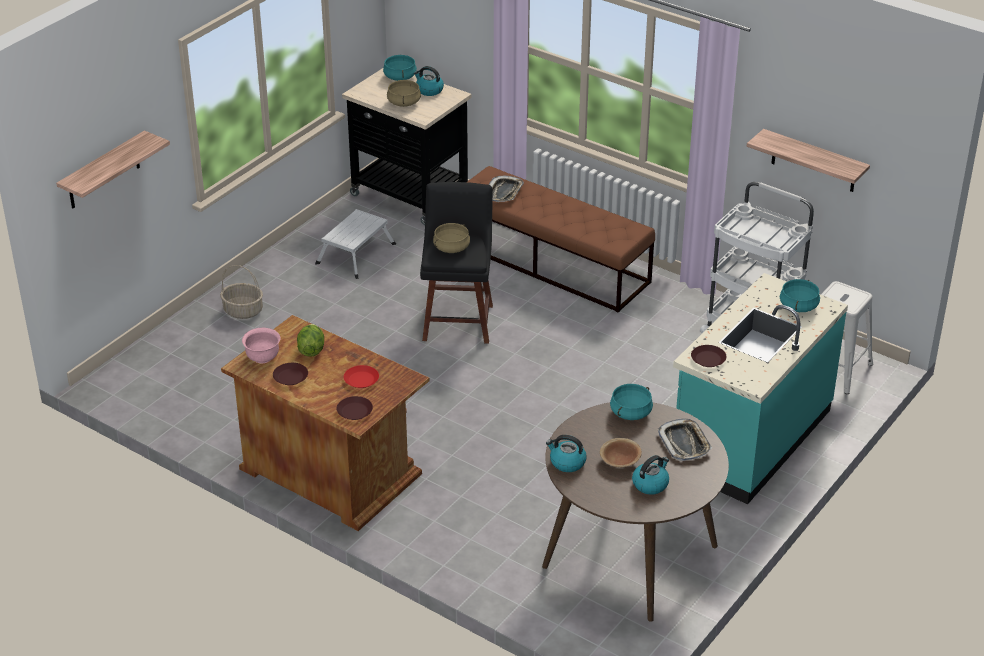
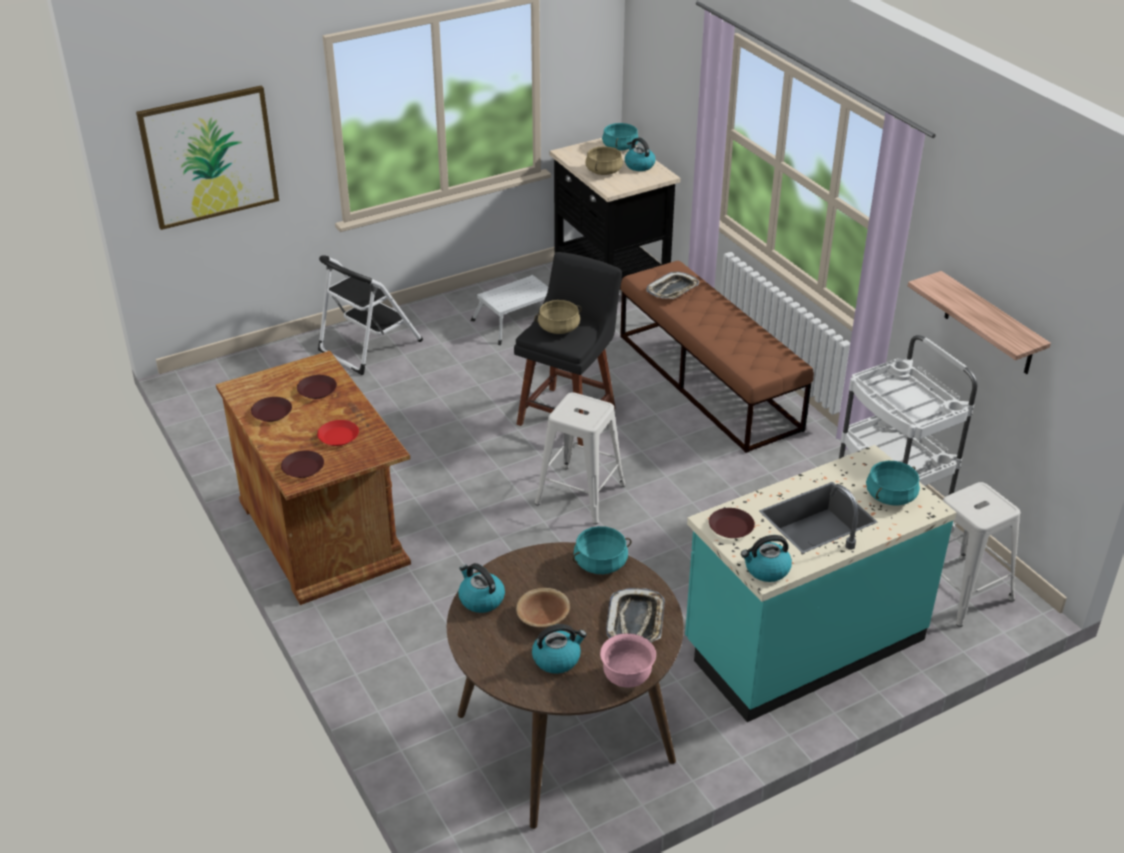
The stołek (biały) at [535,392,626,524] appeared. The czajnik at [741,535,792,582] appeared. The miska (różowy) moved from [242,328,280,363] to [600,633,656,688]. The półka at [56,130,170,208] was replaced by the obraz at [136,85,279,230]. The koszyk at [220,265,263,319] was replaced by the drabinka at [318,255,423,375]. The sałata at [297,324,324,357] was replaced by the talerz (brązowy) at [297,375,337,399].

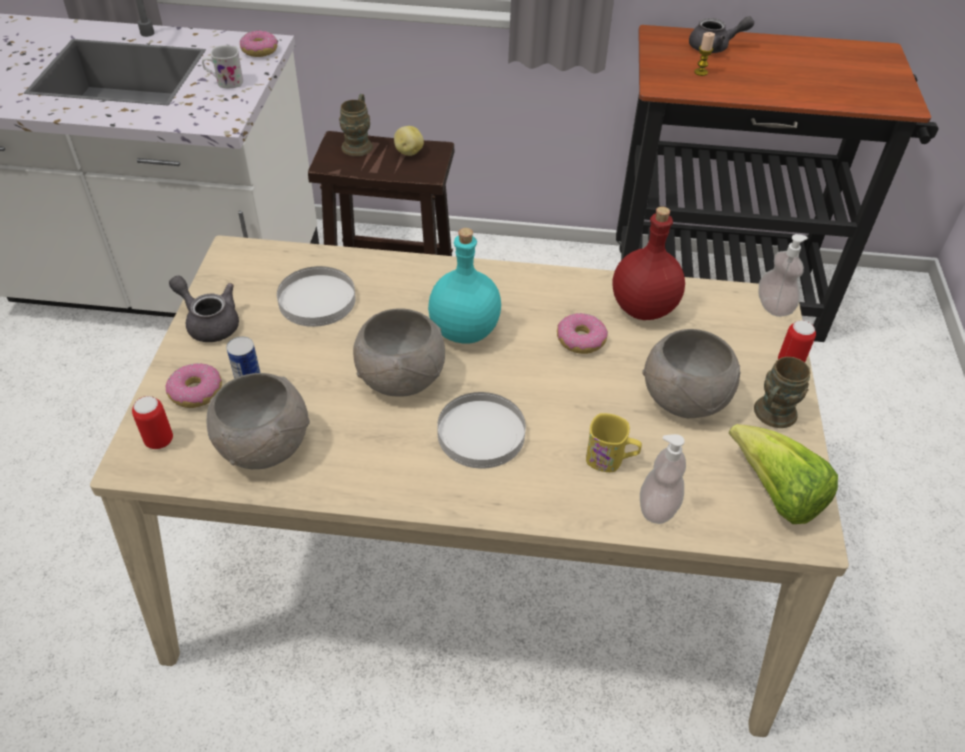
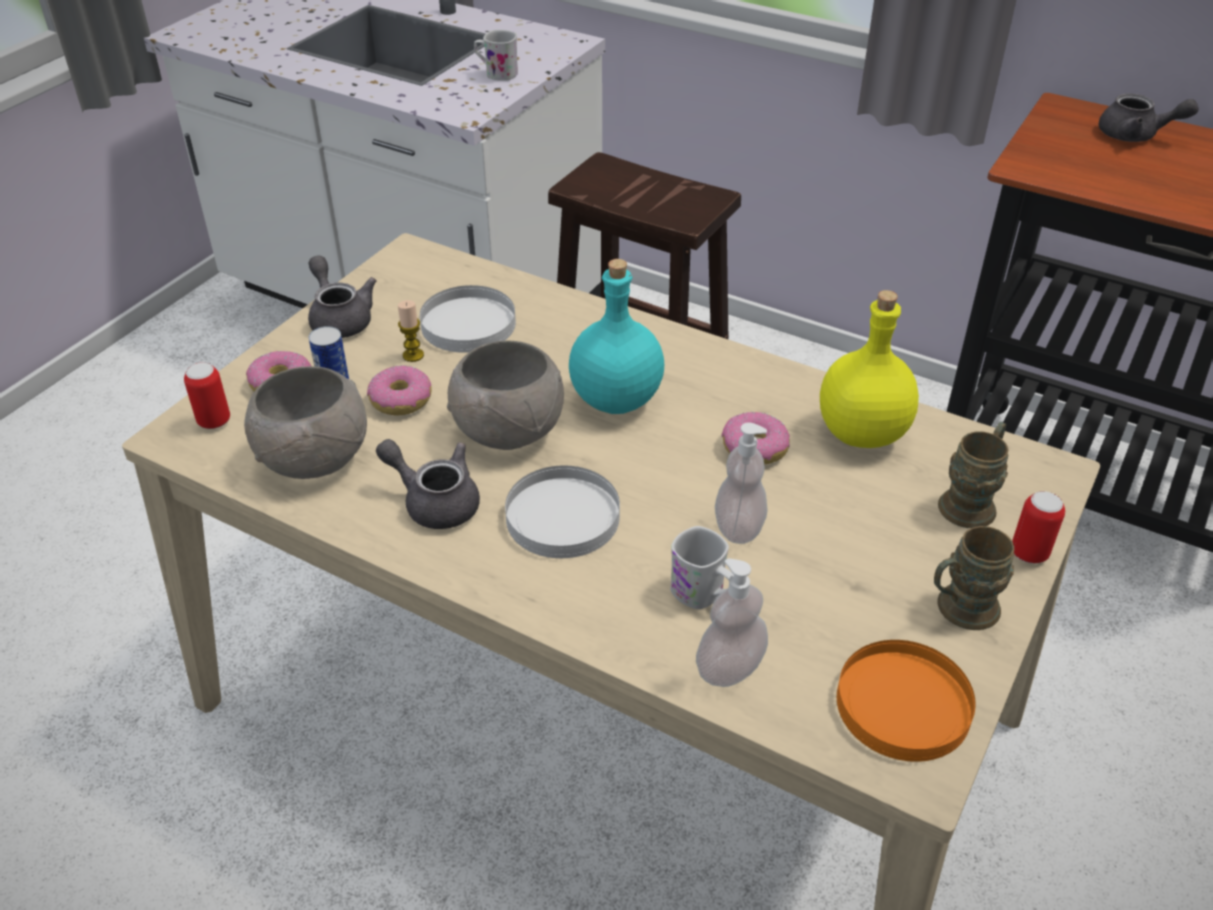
The ziemniak at [394,126,424,156] disappeared. The miska (szary) at [642,329,741,418] disappeared. The imbryk (szary) at [376,439,480,529] appeared. The donut moved from [240,30,278,57] to [367,365,432,415]. The kubek (brązowy) moved from [339,94,373,156] to [938,422,1009,528]. The świeca moved from [694,32,715,76] to [398,300,424,362]. The dozownik mydła moved from [759,234,808,317] to [715,422,768,544]. The sałata at [729,424,838,524] was replaced by the talerz (pomarańczowy) at [837,640,976,762]. The kubek (żółty) at [586,413,642,472] became the kubek (biały) at [670,526,733,609]. The butelka (czerwony) at [612,207,685,320] became the butelka (żółty) at [820,290,919,448].

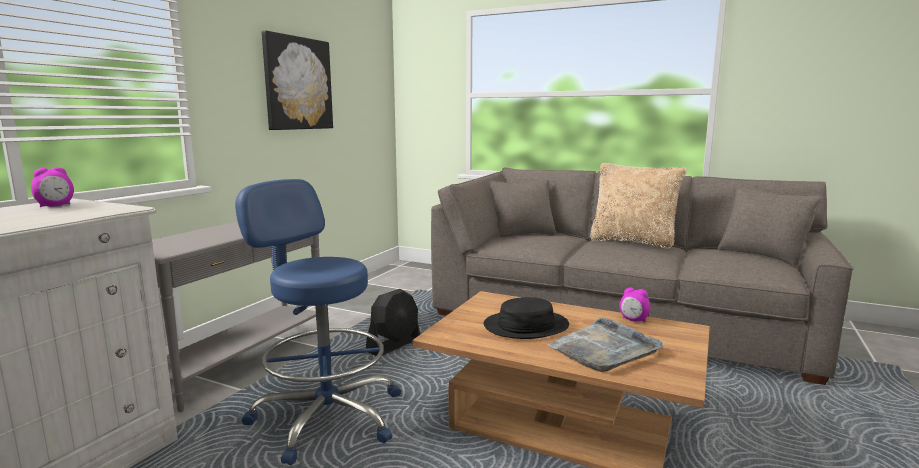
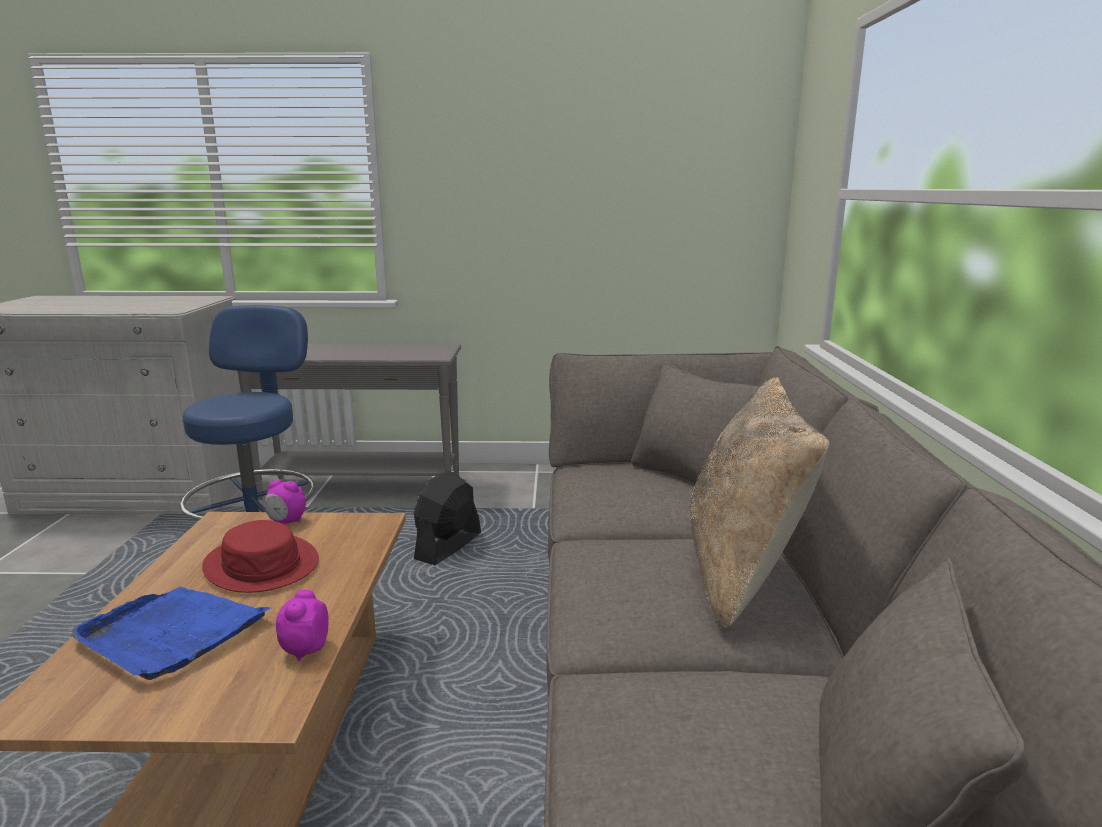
The obraz at [262,31,333,130] disappeared. The budzik moved from [31,167,74,207] to [265,480,306,524]. The kapelusz (czarny) at [484,297,569,339] became the kapelusz (czerwony) at [202,520,319,593]. The taca (szary) at [547,317,663,372] became the taca (niebieski) at [71,587,270,680]. The wentylator (czarny) at [366,289,420,356] turned 105 degrees clockwise.

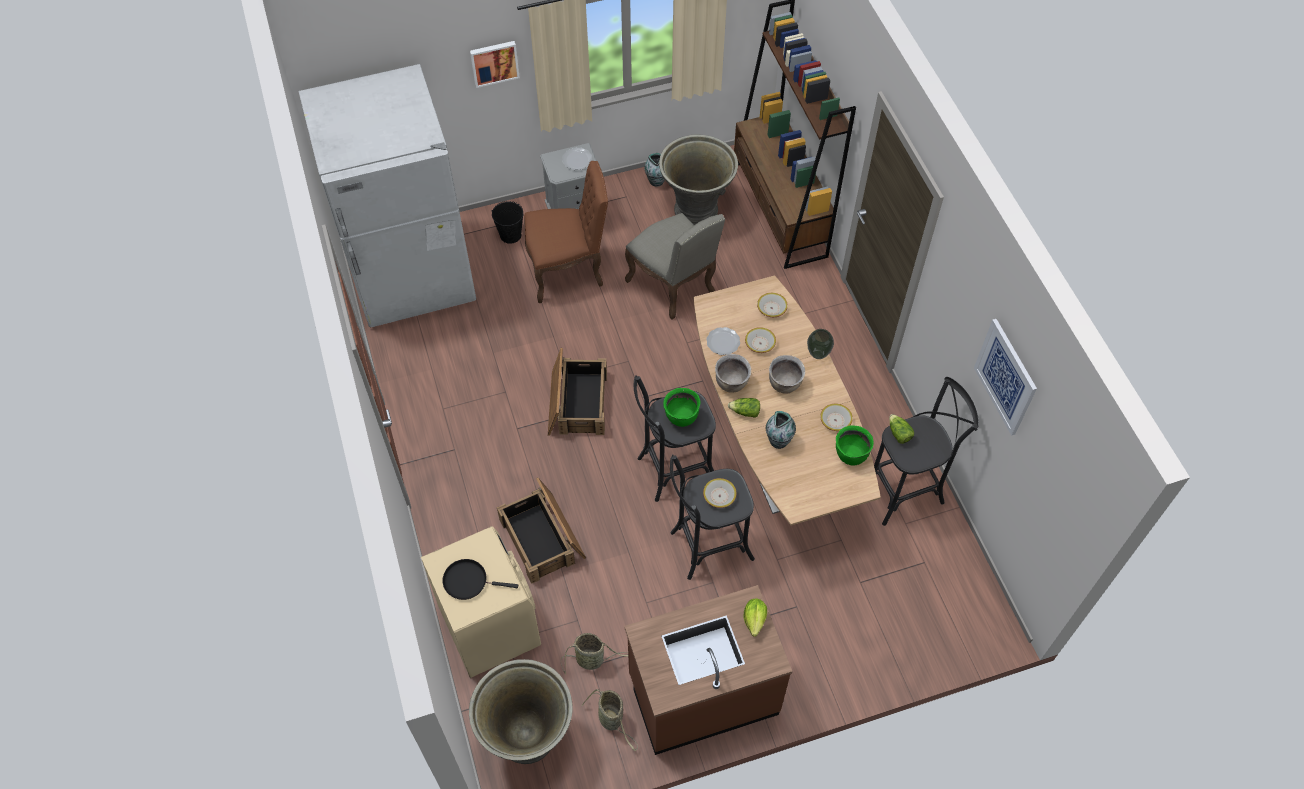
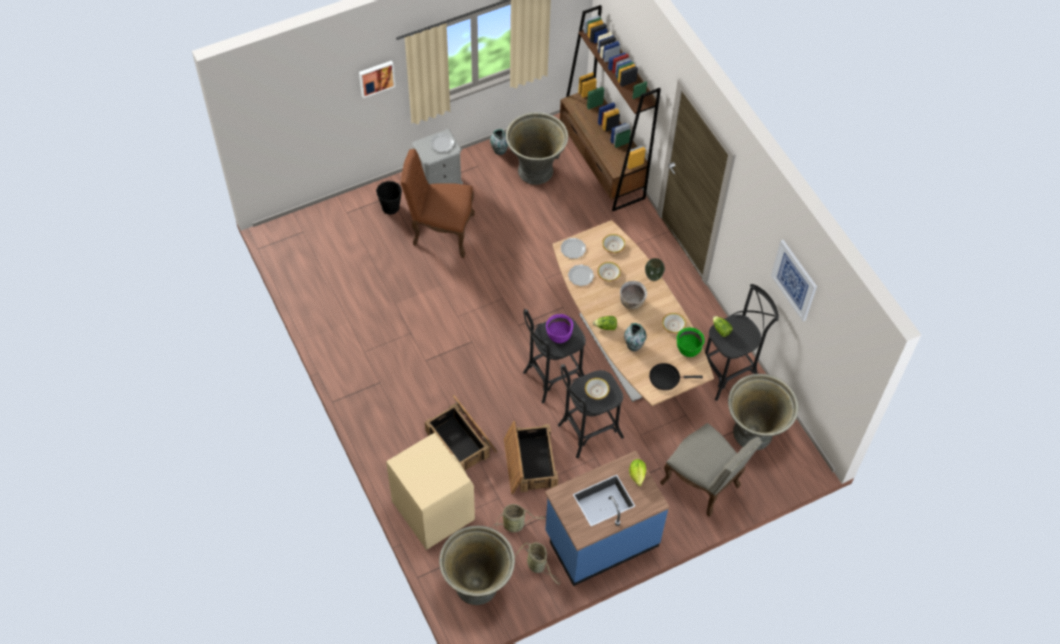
The lodówka (biały) at [298,64,476,327] disappeared. The garnek (brązowy) at [715,354,751,393] disappeared. The talerz at [561,238,586,259] appeared. The donica (szary) at [728,374,799,450] appeared. The patelnia (czarny) moved from [443,559,518,600] to [649,363,703,390]. The skrzynka moved from [548,348,607,436] to [504,421,558,494]. The krzesło (szary) moved from [625,213,725,320] to [660,423,762,517]. The zabudowa kuchenna (brązowy) at [624,585,792,755] became the zabudowa kuchenna (niebieski) at [545,451,670,586]. The garnek (zielony) at [663,388,701,427] became the garnek (fioletowy) at [546,314,573,343]. The krzesło (brązowy) at [524,161,608,303] turned 150 degrees counterclockwise.

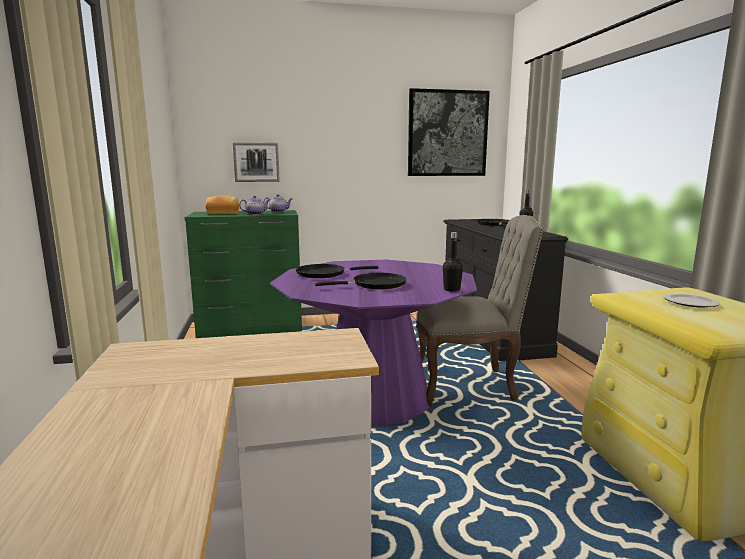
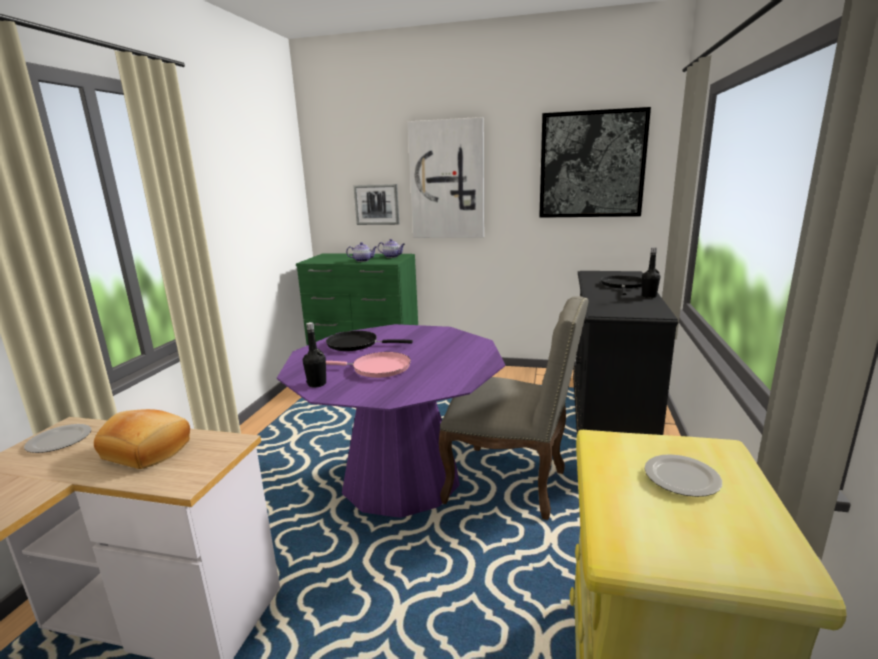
The talerz at [24,424,91,453] appeared. The obraz at [407,117,484,238] appeared. The chleb moved from [206,195,239,214] to [94,409,190,469]. The butelka (czarny) moved from [443,232,463,292] to [303,322,326,388]. The patelnia (czarny) at [315,273,407,289] became the patelnia (różowy) at [326,352,411,378].

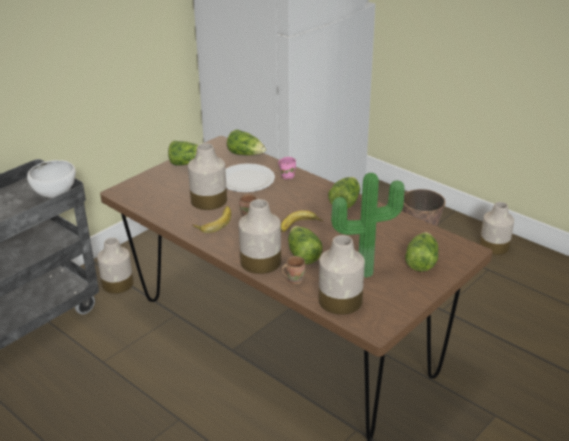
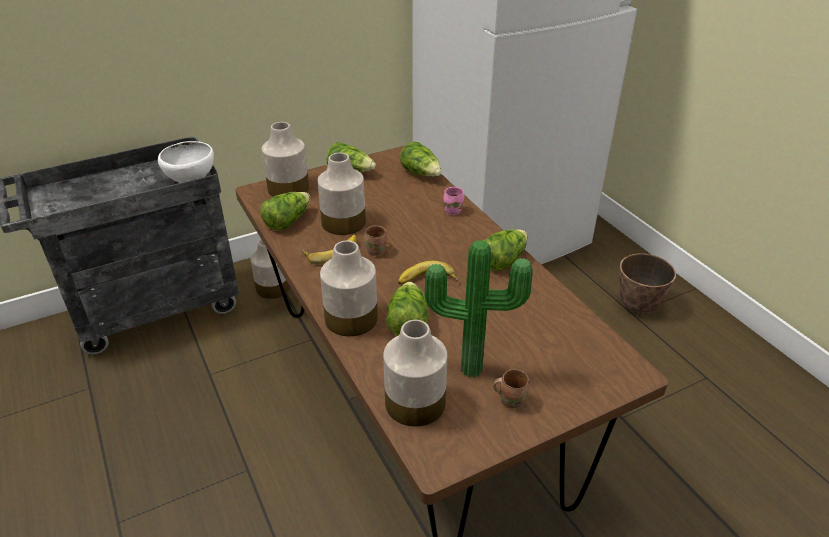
The talerz (biały) at [225,163,275,192] disappeared. The kubek (brązowy) moved from [281,256,306,284] to [493,369,529,409]. The sałata moved from [405,232,439,272] to [260,192,310,230]. The wazon (beżowy) moved from [480,202,514,255] to [262,122,309,197].

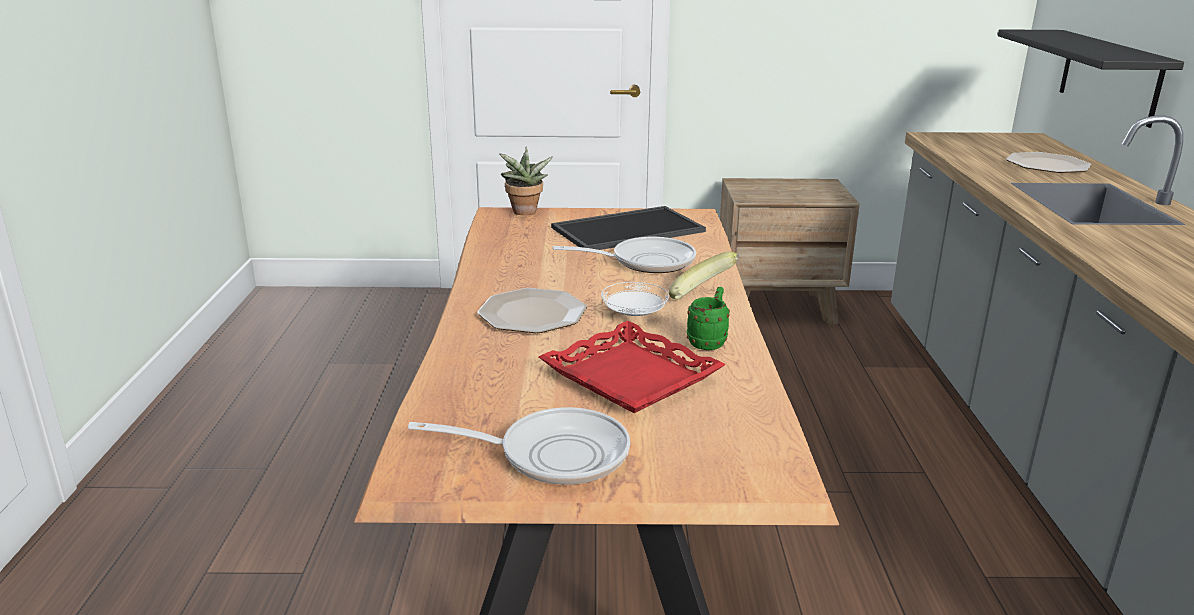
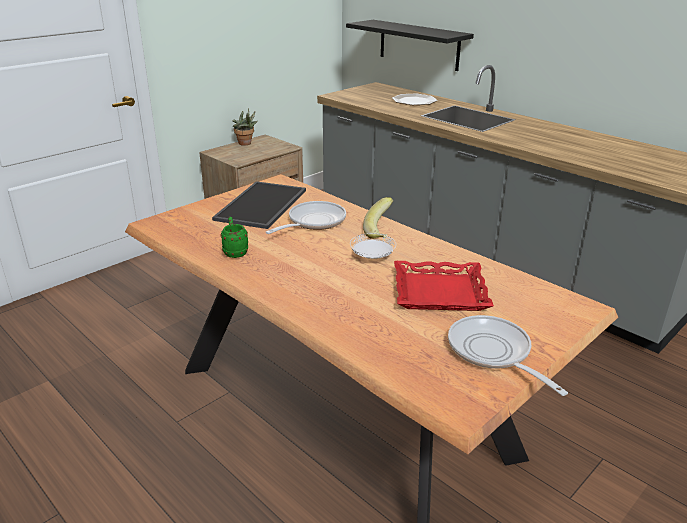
The talerz at [477,288,587,333] disappeared. The roślina doniczkowa moved from [499,146,553,215] to [232,108,258,146]. The kubek (zielony) moved from [686,287,730,350] to [220,217,248,258]. The patelnia at [408,407,630,485] turned 75 degrees counterclockwise.

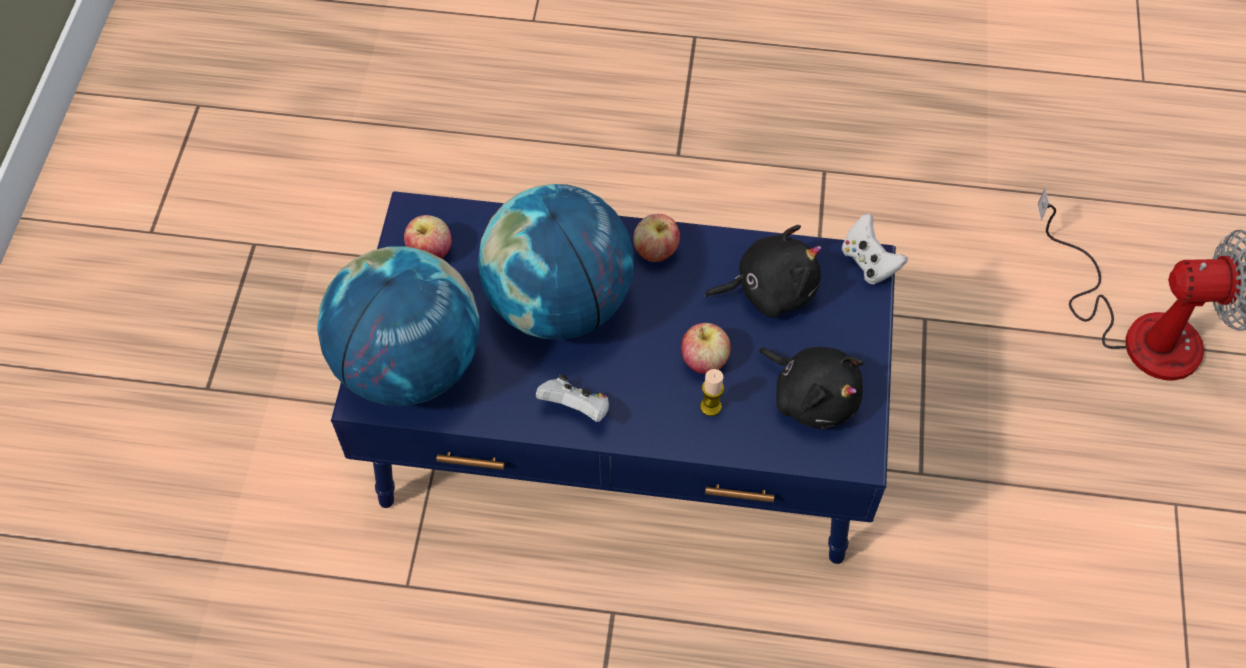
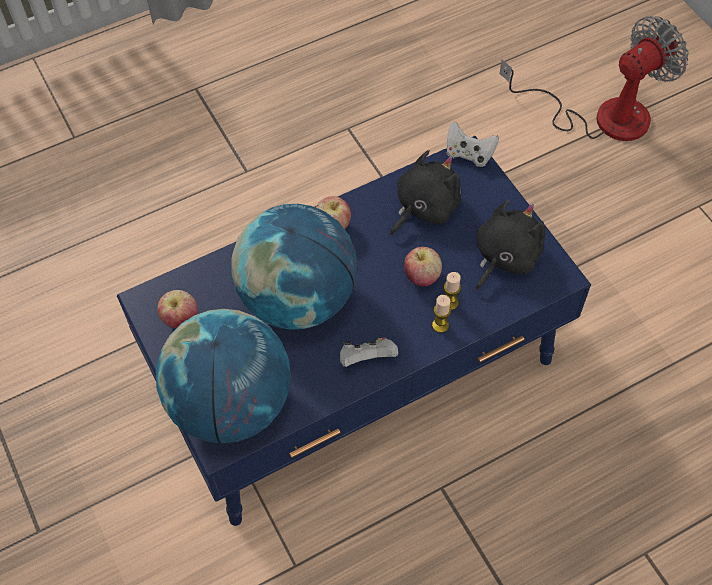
The świeca at [432,295,451,333] appeared. The pluszak (czarny) at [759,347,864,429] turned 60 degrees counterclockwise.

